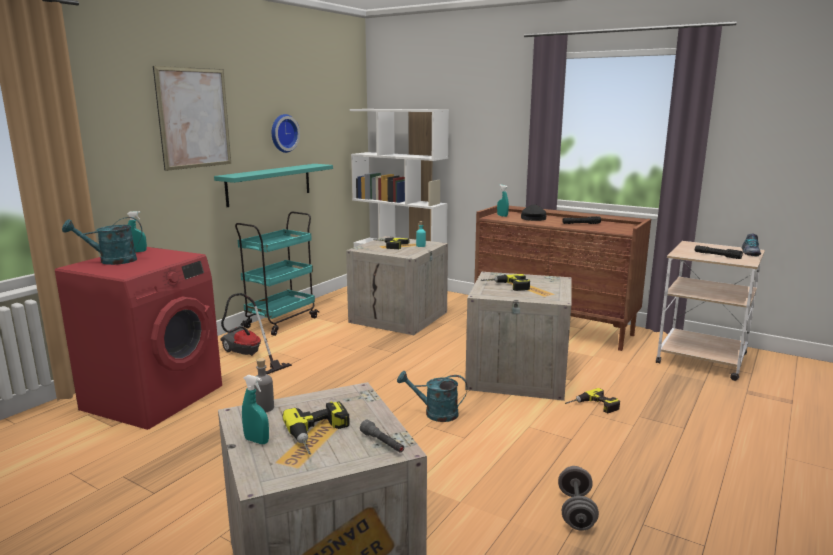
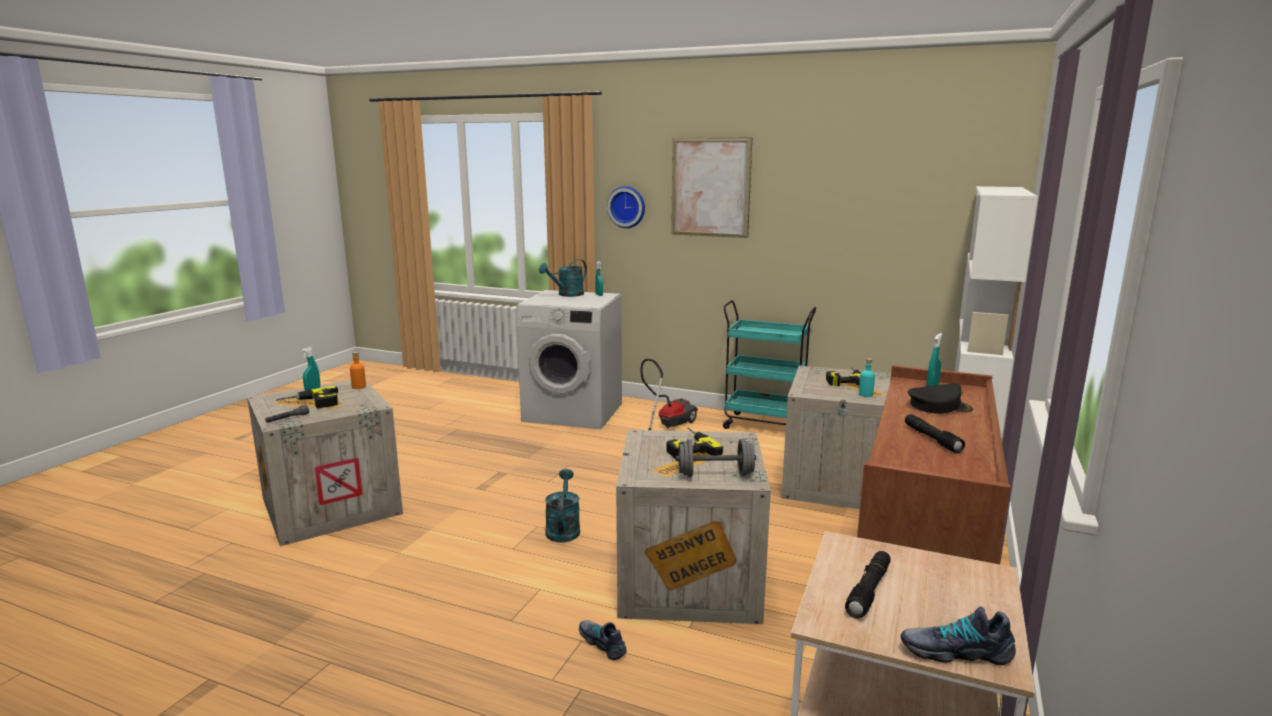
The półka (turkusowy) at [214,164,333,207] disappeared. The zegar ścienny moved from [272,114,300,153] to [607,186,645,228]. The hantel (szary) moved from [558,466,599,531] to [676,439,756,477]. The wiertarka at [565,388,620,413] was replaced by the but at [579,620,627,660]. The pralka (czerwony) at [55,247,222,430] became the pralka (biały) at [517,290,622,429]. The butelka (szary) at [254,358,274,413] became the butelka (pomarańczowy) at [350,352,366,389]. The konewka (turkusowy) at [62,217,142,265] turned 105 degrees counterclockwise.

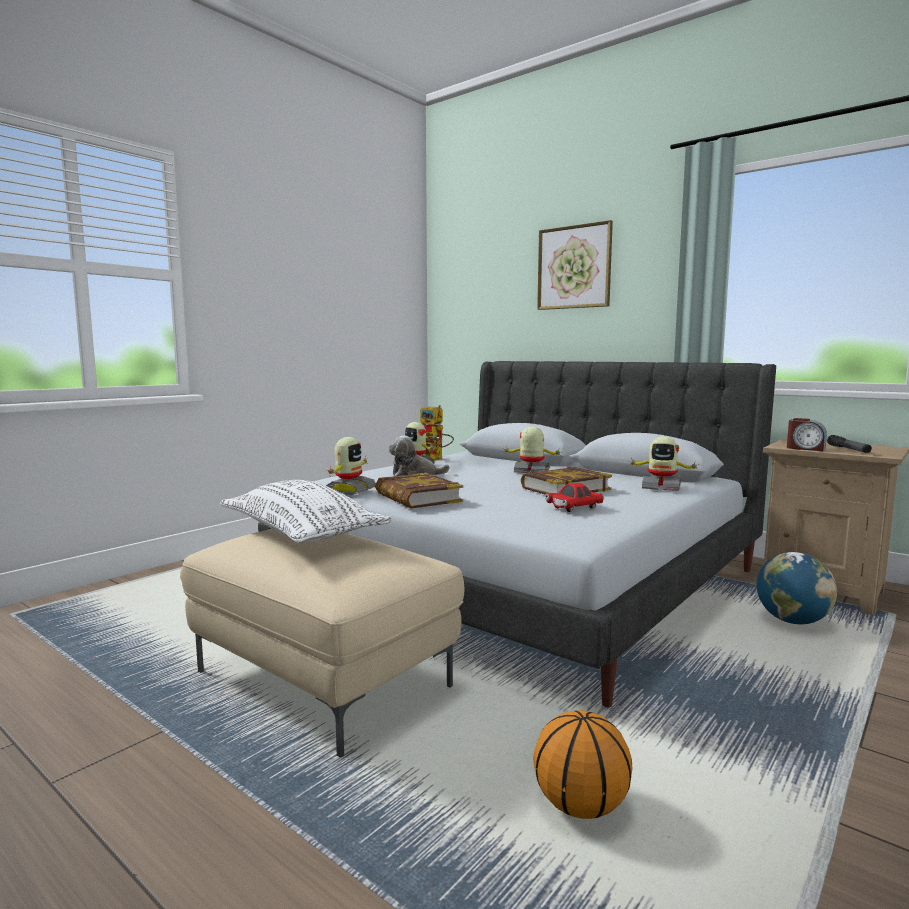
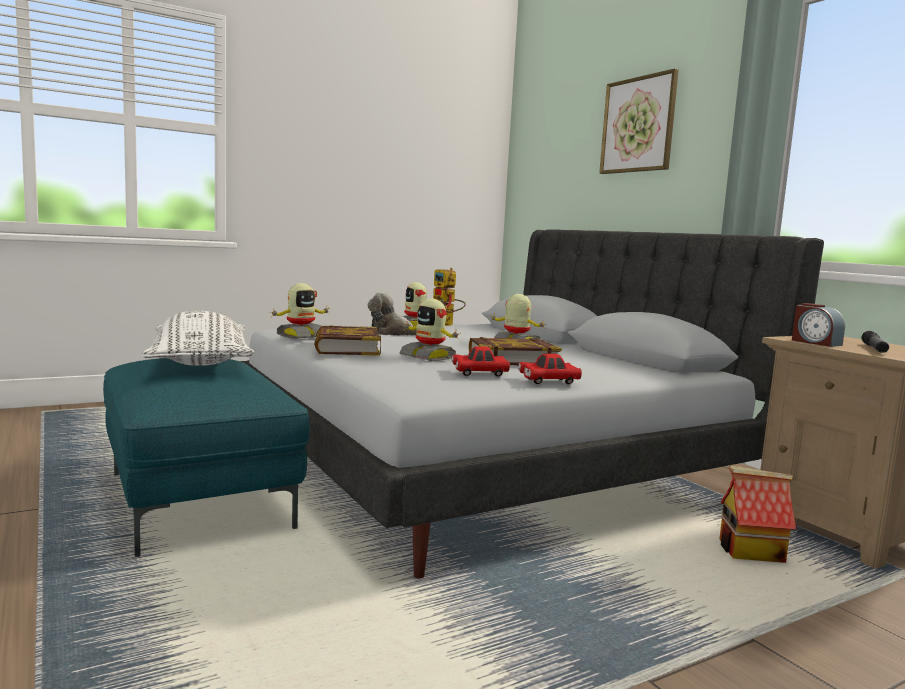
The piłka do koszykówki at [533,710,632,819] disappeared. The samochodzik (czerwony) at [518,354,582,384] appeared. The robot zabawkowy moved from [627,436,699,491] to [400,299,459,361]. The globus at [757,552,837,624] was replaced by the domek at [719,465,796,563]. The pufa (beżowy) at [180,529,464,757] became the pufa (turkusowy) at [103,358,310,557].

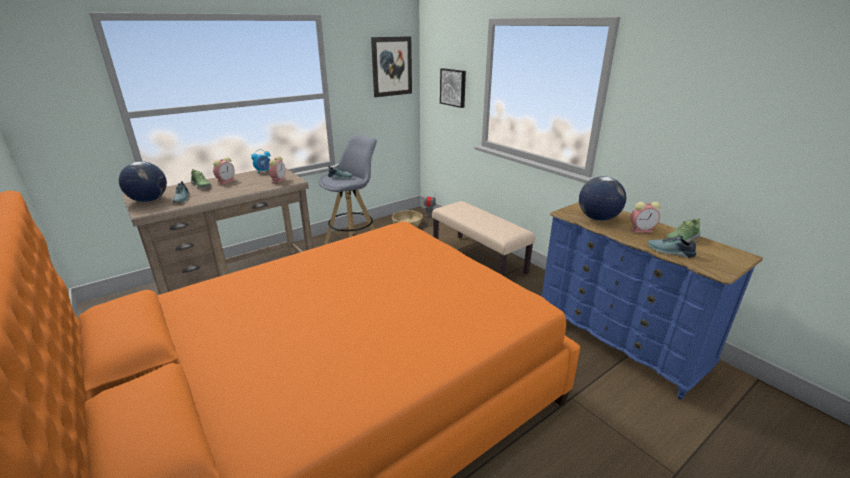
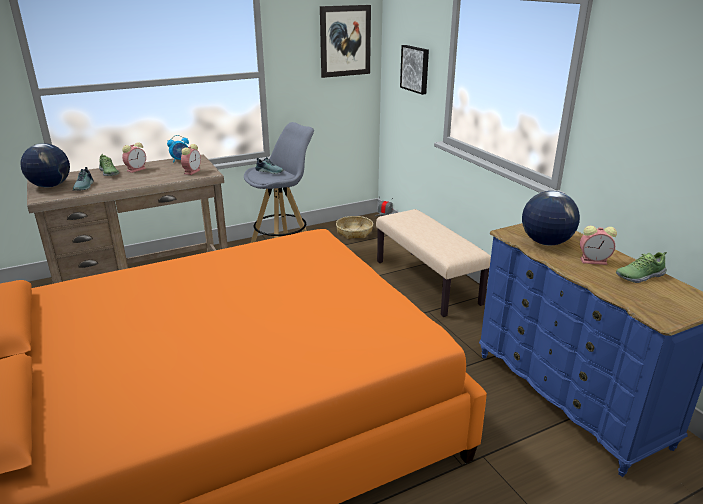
The but at [648,234,697,258] disappeared.

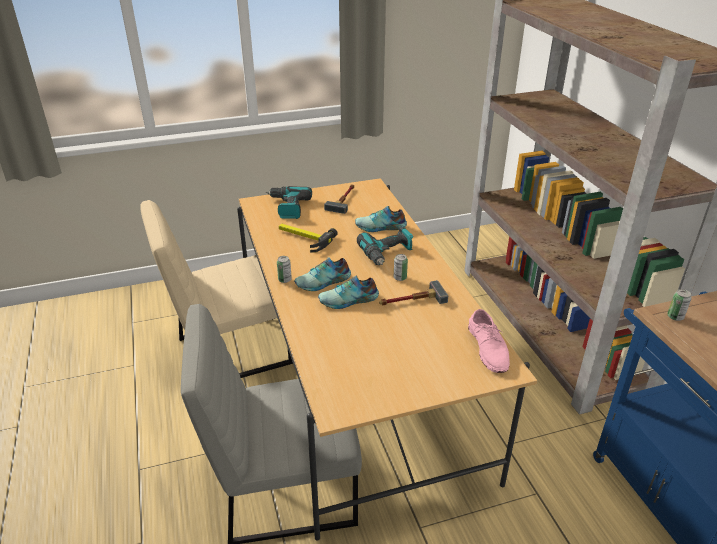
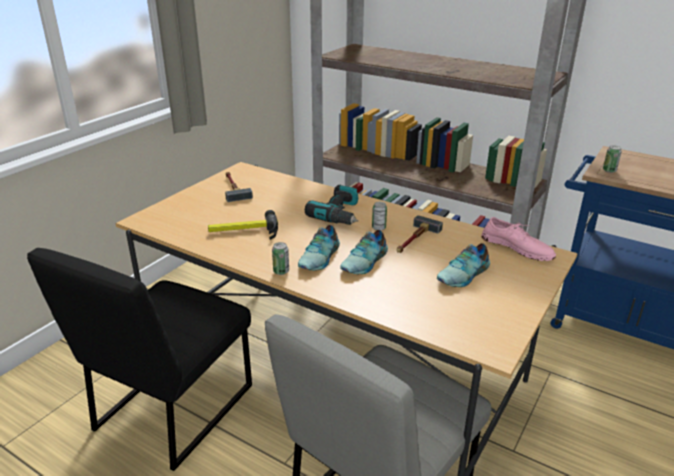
The wiertarka at [266,186,312,219] disappeared. The but moved from [355,206,407,232] to [437,243,490,287]. The krzesło (beżowy) at [141,200,293,378] became the krzesło (czarny) at [27,248,252,471].

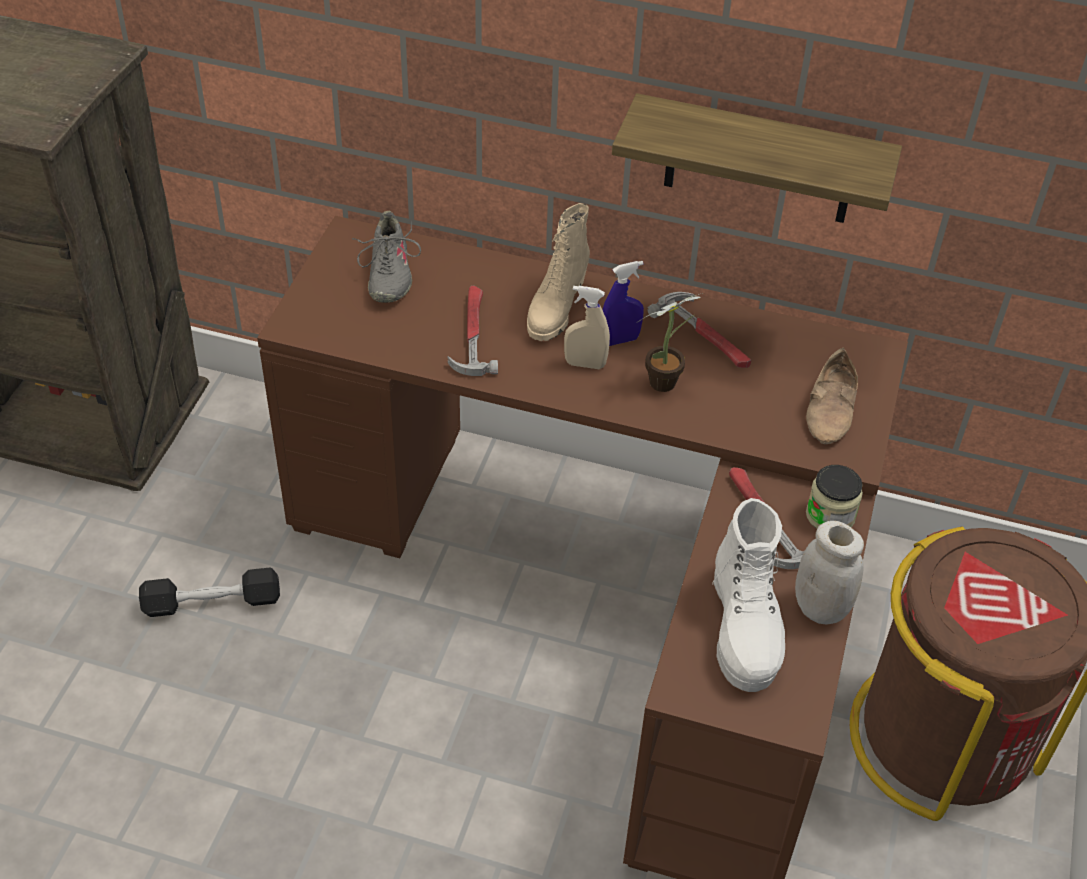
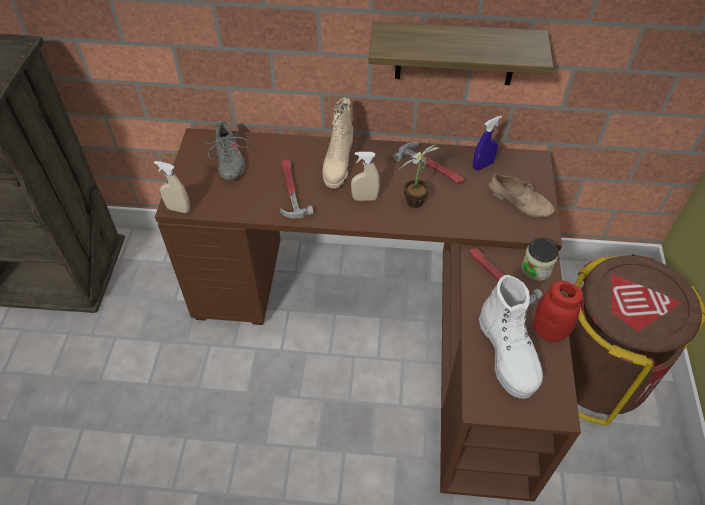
The hantel (czarny) at [139,567,280,617] disappeared. The spryskiwacz (beżowy) at [154,161,190,213] appeared. The spryskiwacz (niebieski) moved from [602,261,644,346] to [473,116,502,171]. The słoik (biały) at [795,521,864,625] became the słoik (czerwony) at [534,281,583,342]. The but (beżowy) at [806,348,858,444] turned 60 degrees counterclockwise.

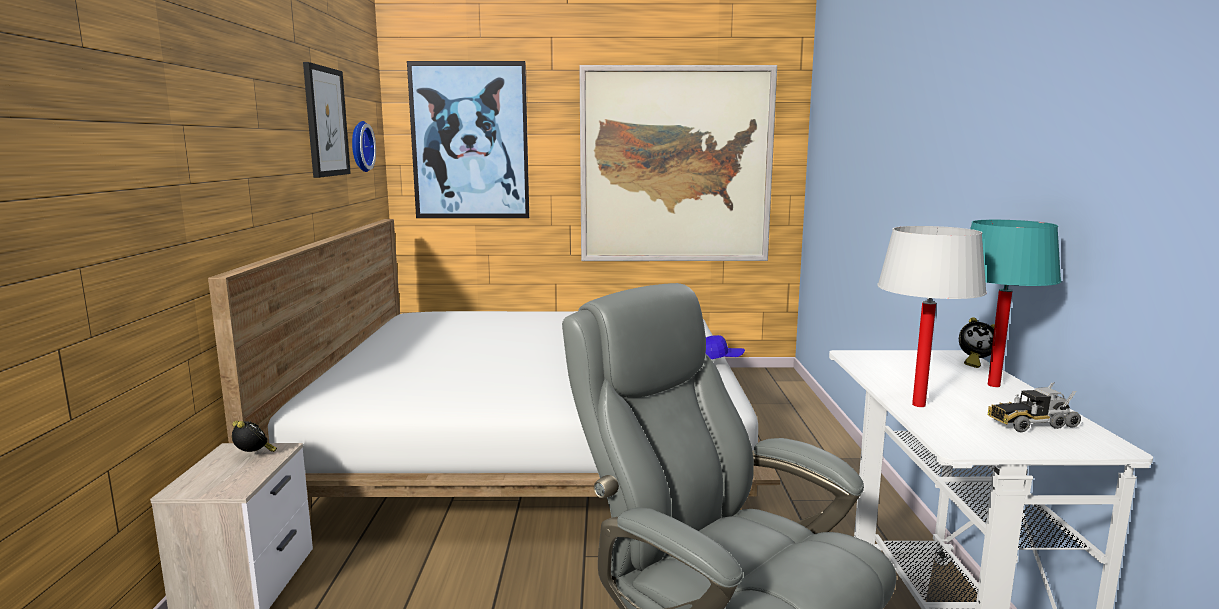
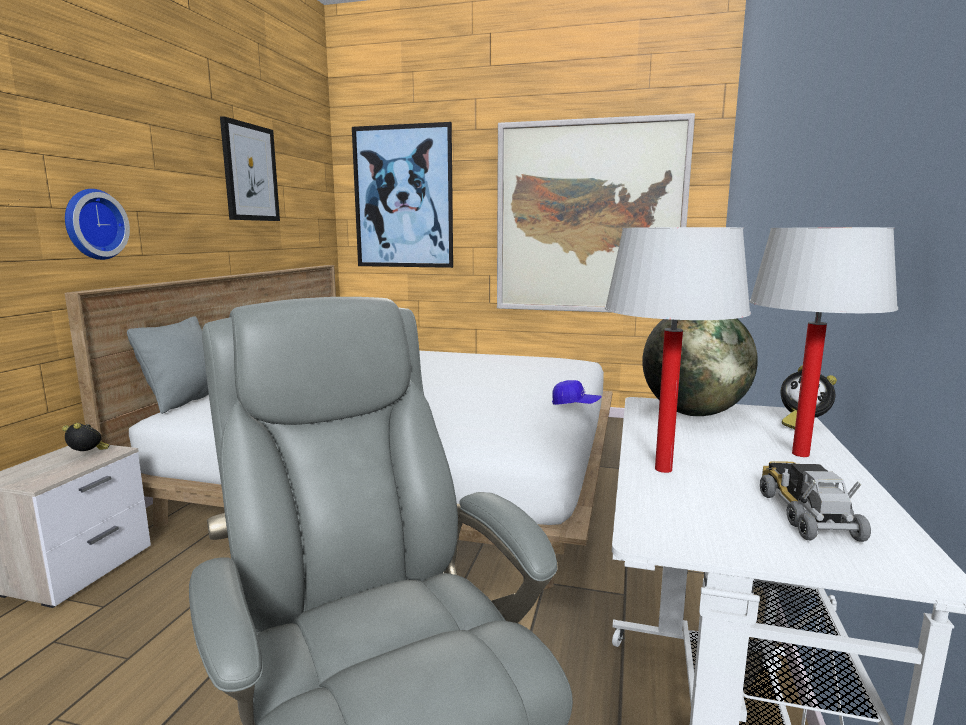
The poduszka (szary) at [127,316,209,414] appeared. The globus at [642,319,758,416] appeared. The zegar ścienny moved from [352,121,376,172] to [65,189,130,260]. The lampa stołowa (turkusowy) at [970,220,1061,387] became the lampa stołowa (biały) at [749,227,898,457]. The budzik at [232,420,277,452] turned 45 degrees counterclockwise. The ciężarówka zabawkowa at [988,382,1081,432] turned 90 degrees clockwise.

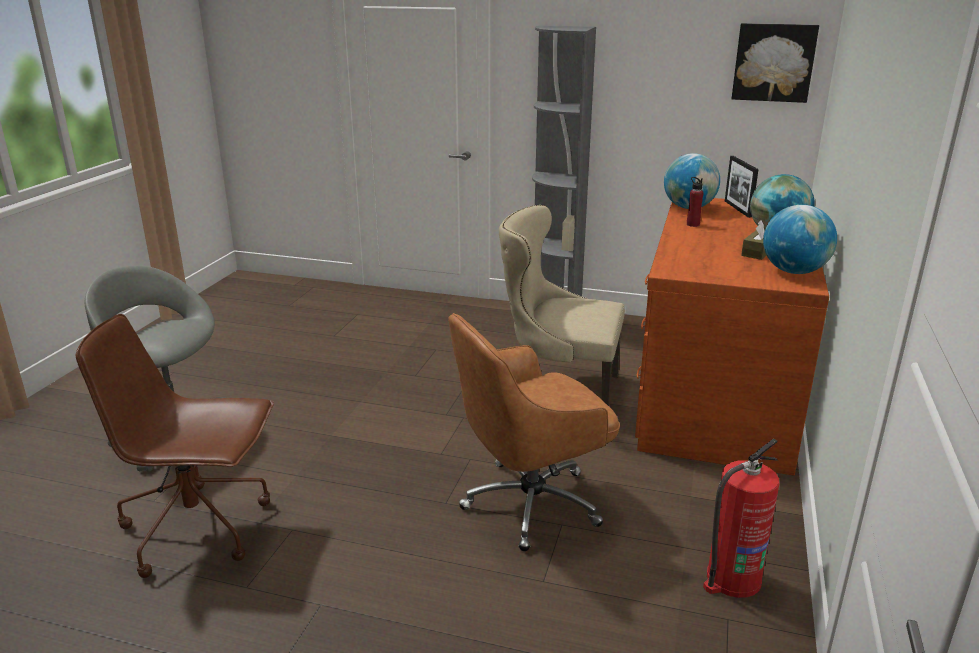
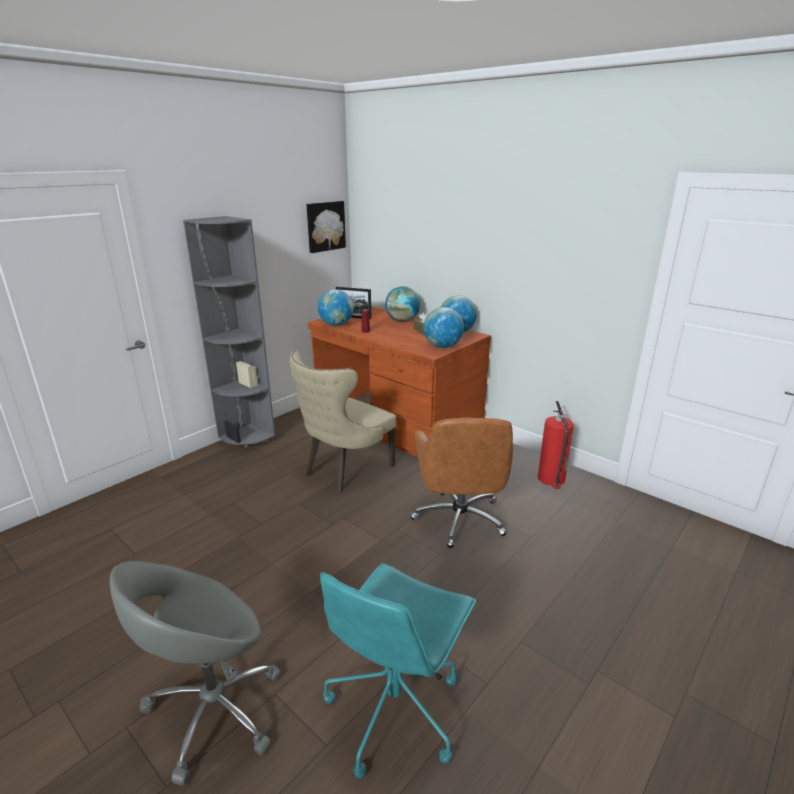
The globus at [423,307,464,348] appeared. The krzesło biurowe (brązowy) at [76,314,274,578] became the krzesło biurowe (turkusowy) at [320,563,476,778].

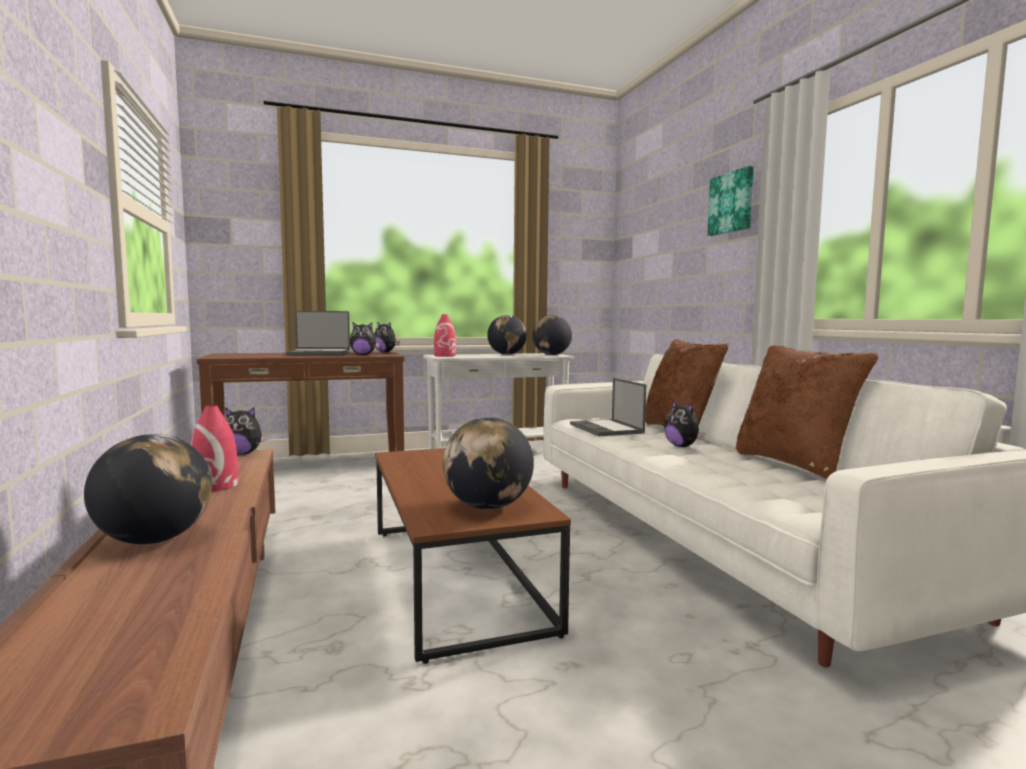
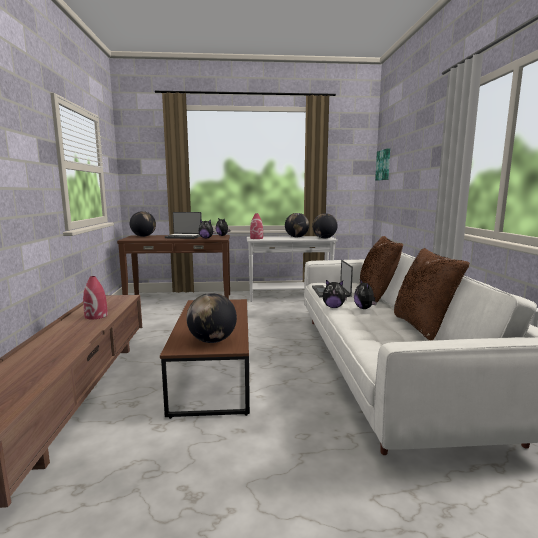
The globus moved from [84,434,212,544] to [130,211,156,237]. The pluszak moved from [225,407,268,455] to [323,280,347,308]. The obraz moved from [707,166,754,236] to [375,148,390,181].

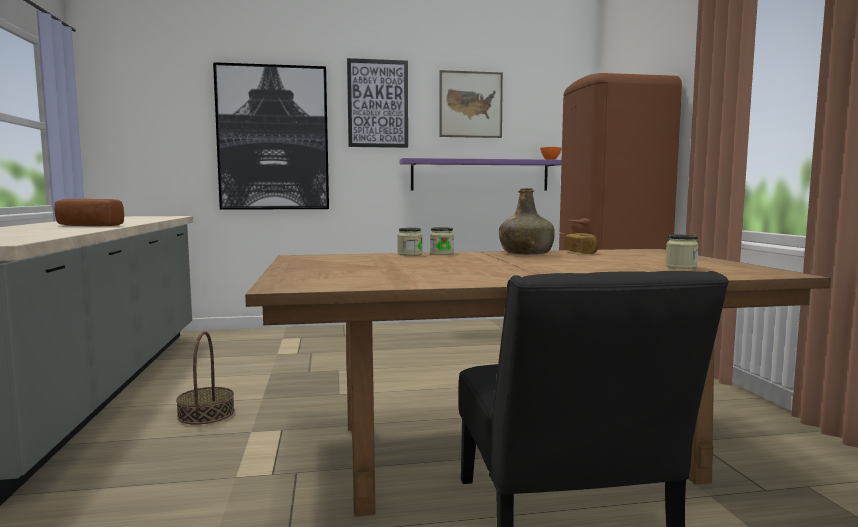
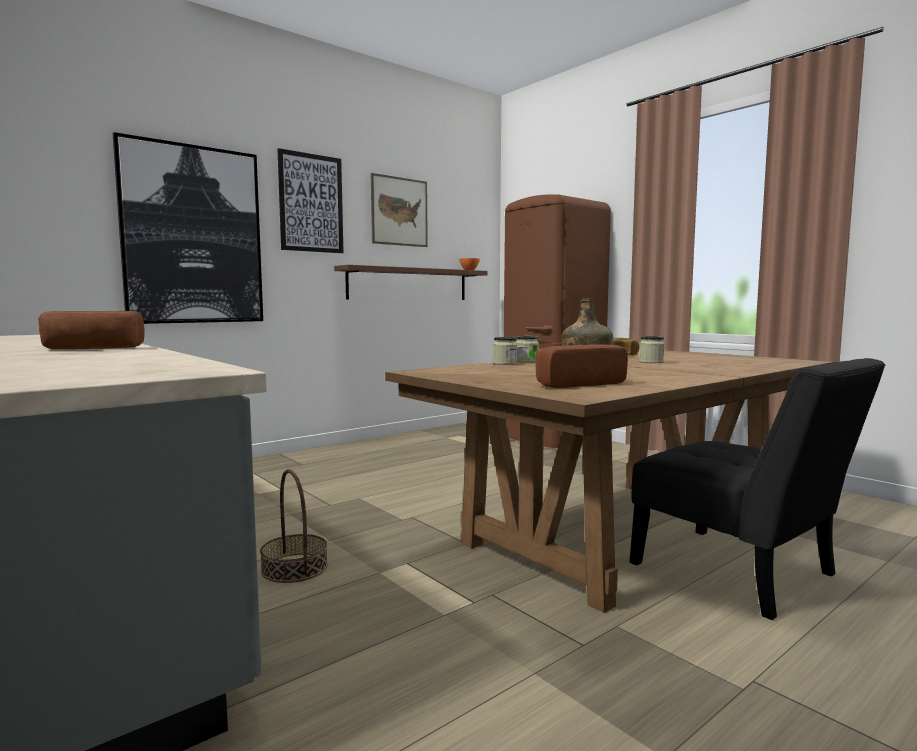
The chleb at [536,344,628,388] appeared. The słoik moved from [665,235,699,269] to [639,336,665,363]. The półka (fioletowy) at [399,158,562,191] became the półka (brązowy) at [334,265,488,300].

